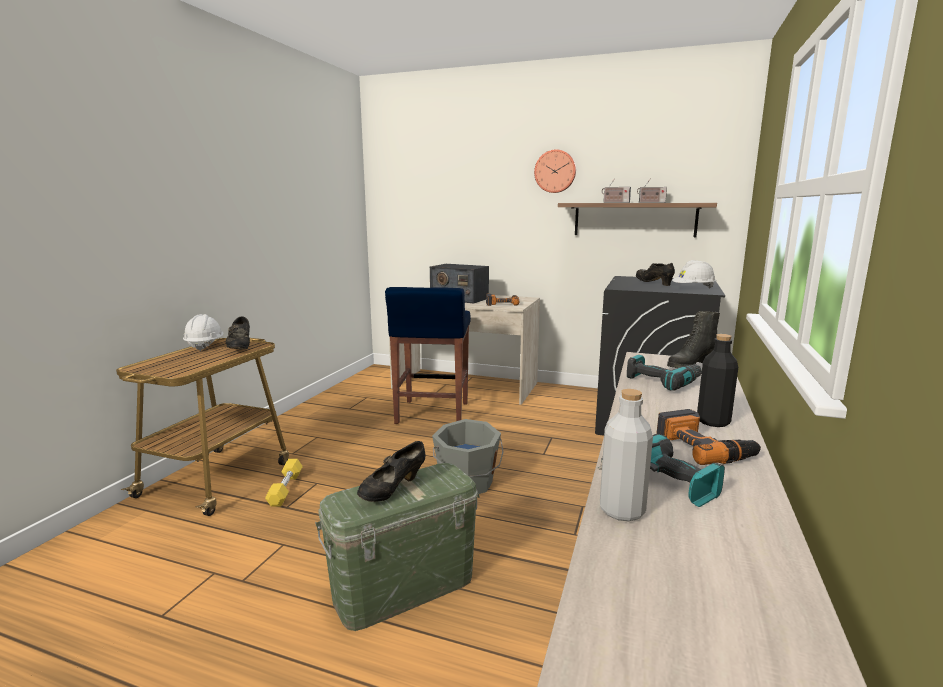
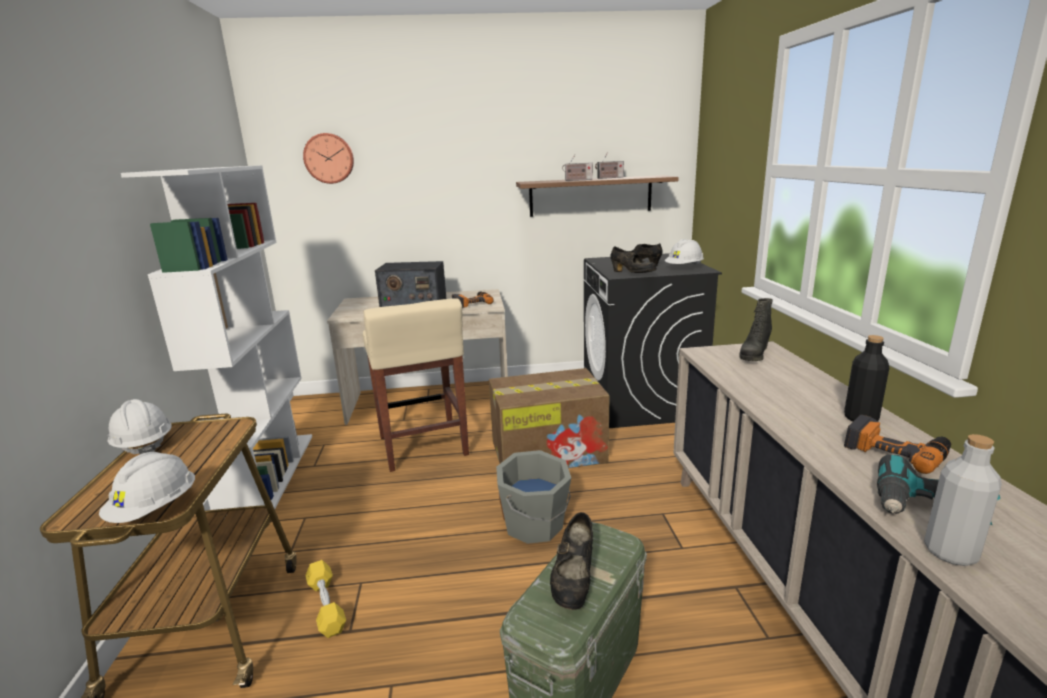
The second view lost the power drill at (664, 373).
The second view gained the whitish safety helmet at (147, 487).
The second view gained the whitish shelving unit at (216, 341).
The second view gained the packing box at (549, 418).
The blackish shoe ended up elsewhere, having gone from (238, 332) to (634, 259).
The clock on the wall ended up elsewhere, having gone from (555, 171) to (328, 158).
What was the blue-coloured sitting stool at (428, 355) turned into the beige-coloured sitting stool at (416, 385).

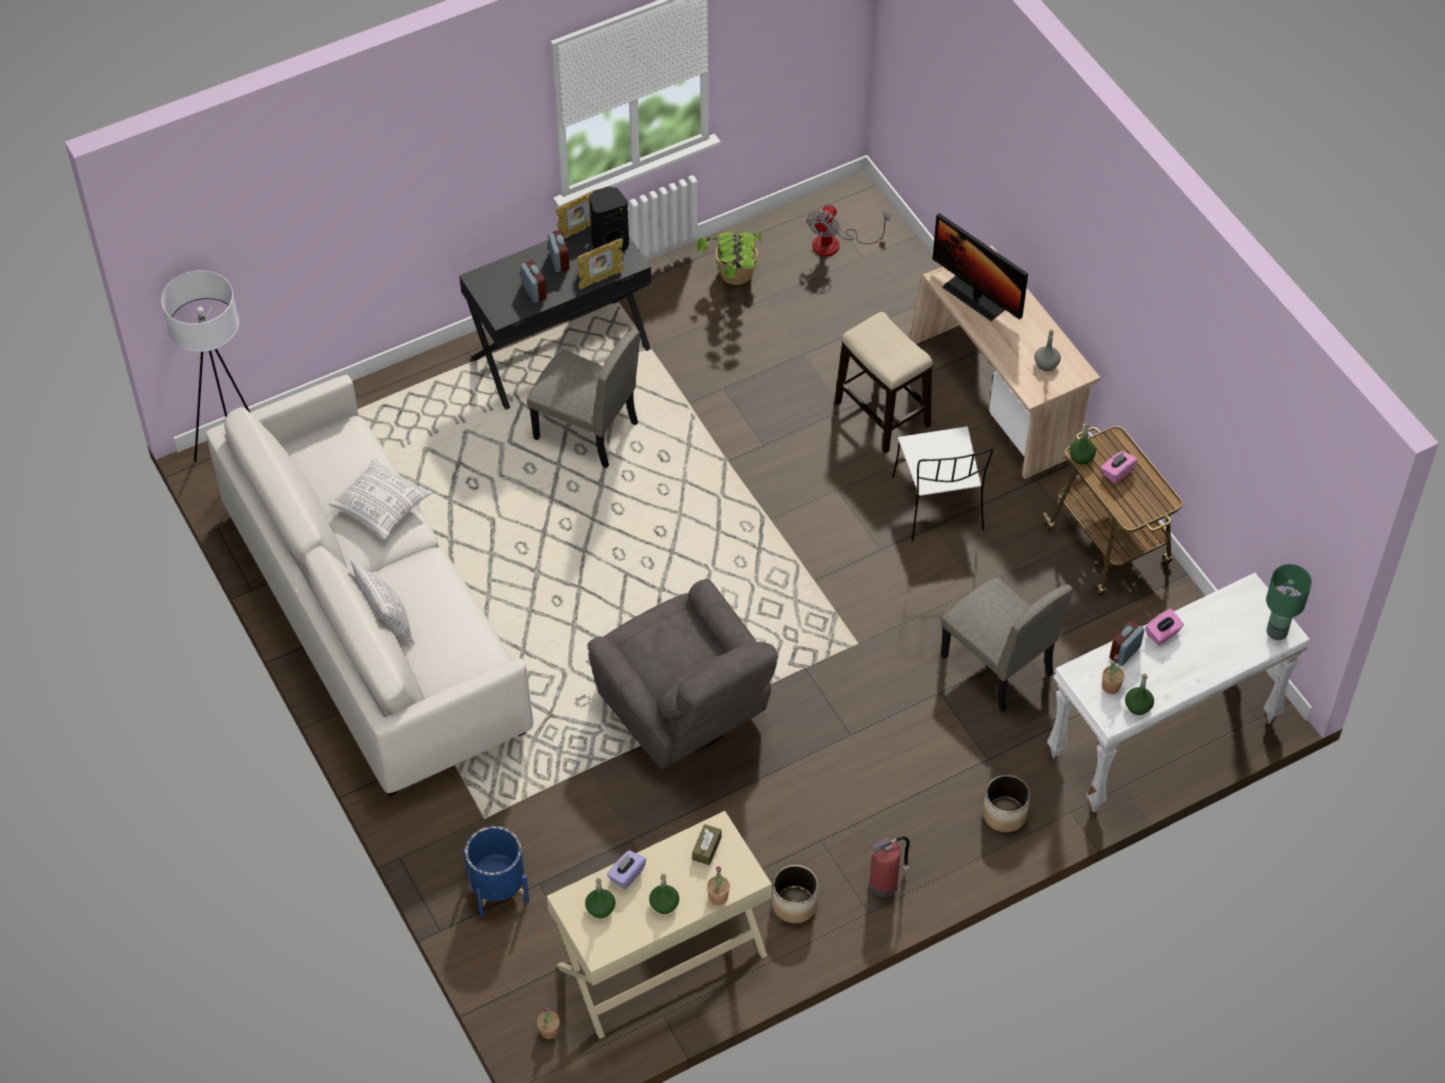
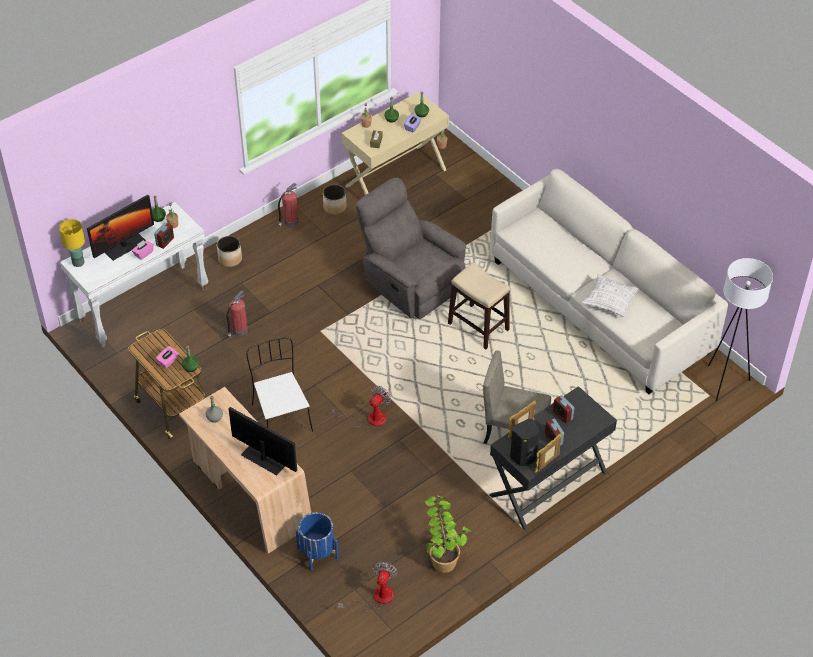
The second view lost the throw pillow at (383, 602).
The second view gained the computer screen at (120, 228).
The second view gained the cooling fan at (361, 407).
The blue-coloured planter ended up elsewhere, having gone from (496, 871) to (317, 541).
The sitting stool ended up elsewhere, having gone from (883, 382) to (479, 306).
Where the beige-coloured chair stood at (1007, 644), the fire extinguisher came to stand at (237, 314).
What was the green lamp for a table at (1289, 602) turned into the yellowish lamp for a table at (72, 243).

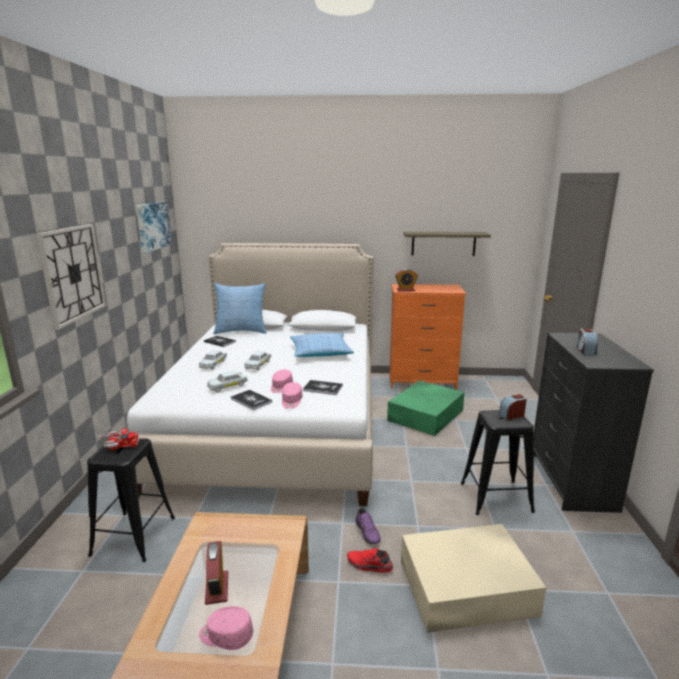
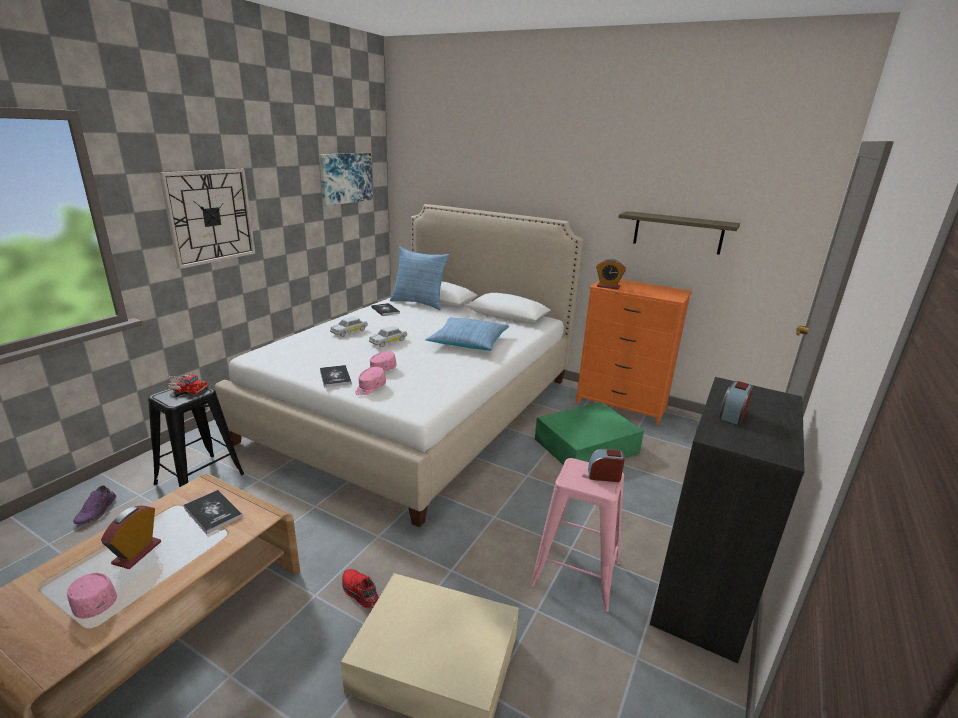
The second view lost the whitish miniature car at (227, 381).
The bound book ended up elsewhere, having gone from (323, 387) to (213, 512).
The purple shoe ended up elsewhere, having gone from (368, 526) to (94, 504).
What was the blackish sitting stool at (498, 462) turned into the pink-coloured sitting stool at (577, 535).

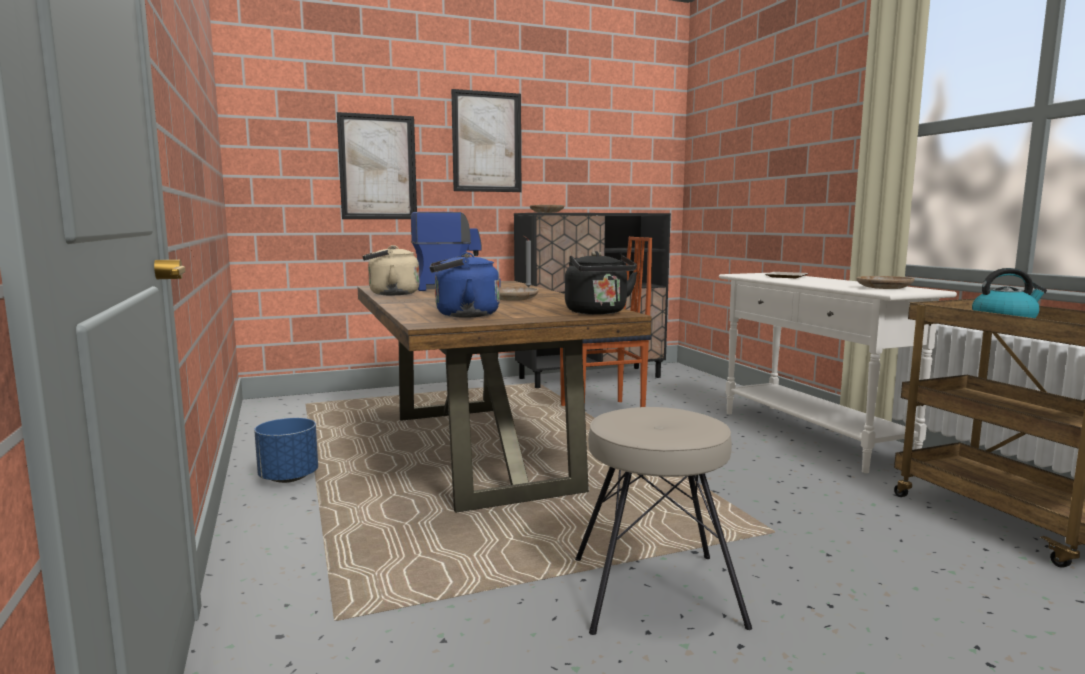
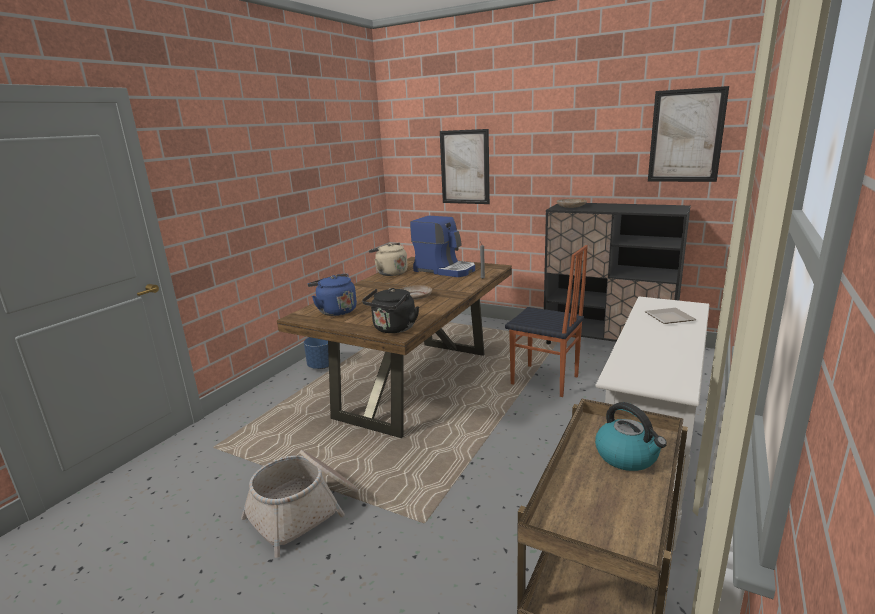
The second view lost the beige-coloured dinner plate at (885, 282).
The wall art ended up elsewhere, having gone from (486, 140) to (688, 134).
Where the beige-coloured sitting stool stood at (663, 521), the storage basket came to stand at (299, 504).

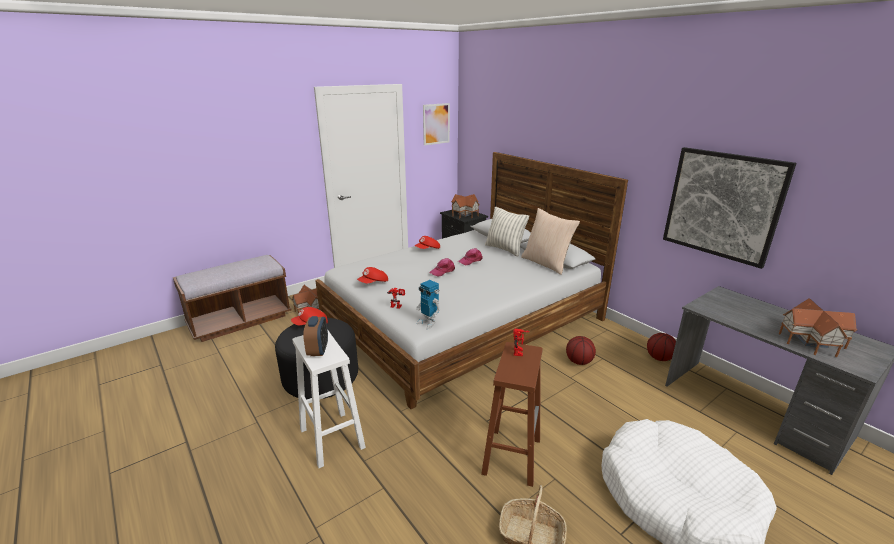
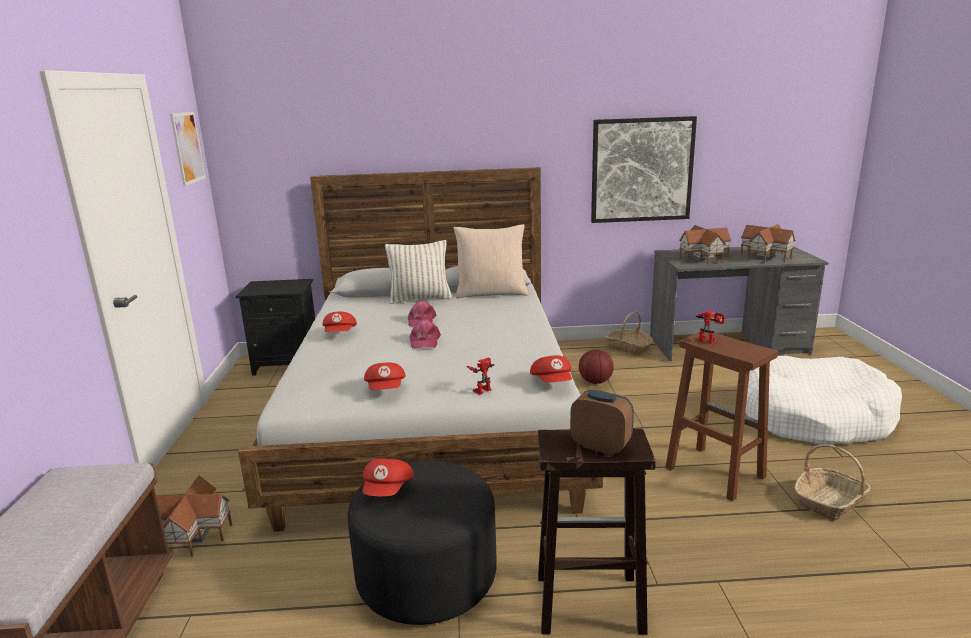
The miniature house ended up elsewhere, having gone from (465, 206) to (705, 245).
Where the robot figure stood at (428, 305), the red-coloured cap came to stand at (551, 369).
Where the ball for basketball stood at (661, 347), the storage basket came to stand at (629, 333).
What was the whitish sitting stool at (329, 398) turned into the brown-coloured sitting stool at (597, 532).

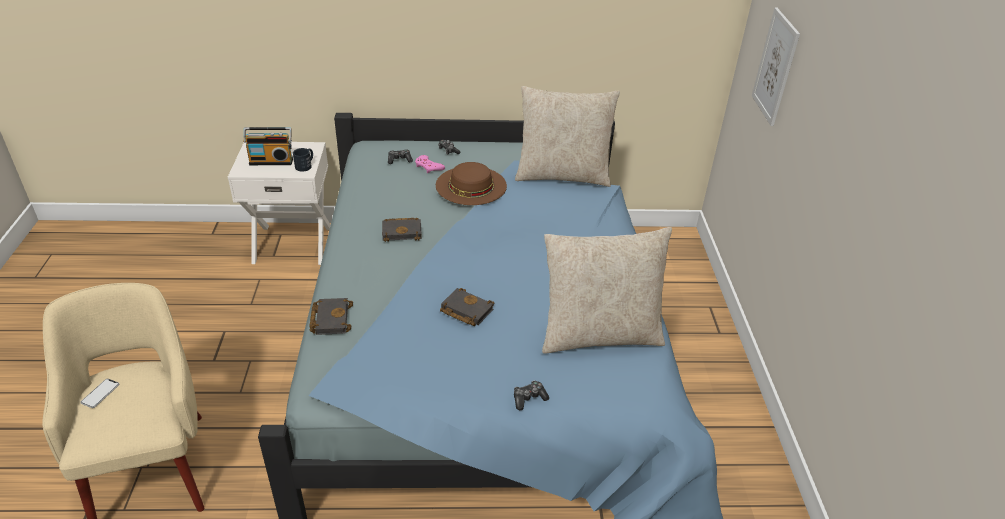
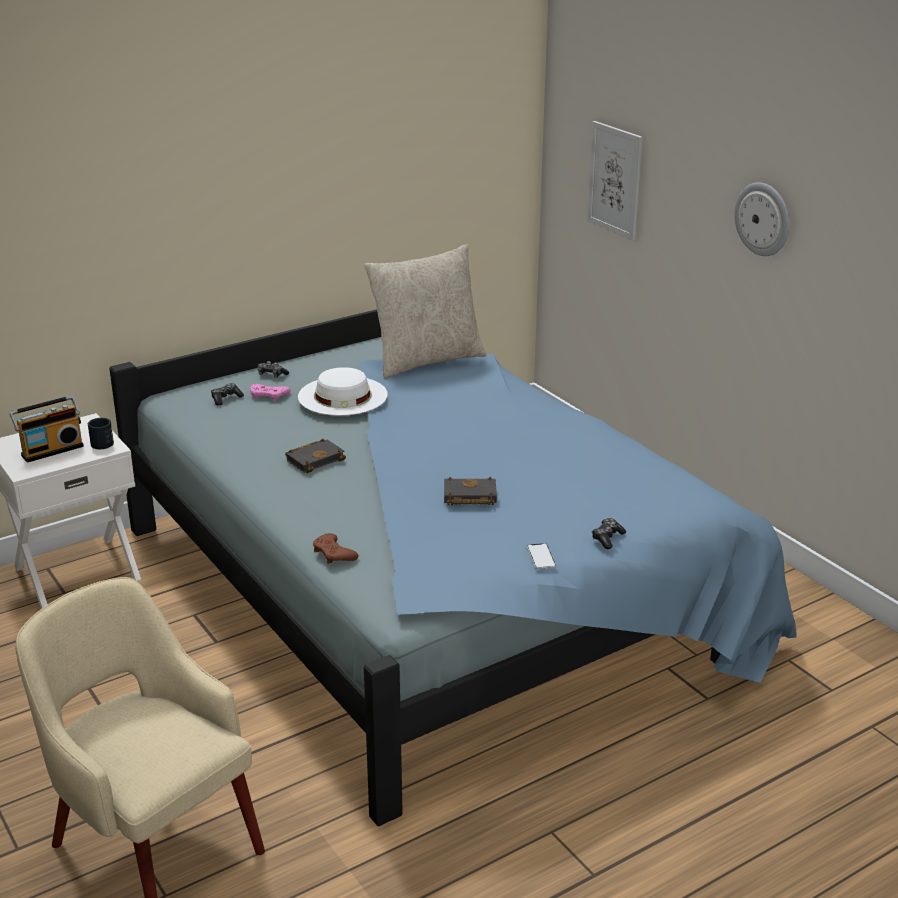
The second view lost the beige-coloured throw pillow at (607, 290).
The second view gained the clock on the wall at (761, 219).
The phone ended up elsewhere, having gone from (100, 393) to (541, 556).
Where the blackish bound book stood at (331, 316), the brown-coloured game controller came to stand at (336, 548).
What was the brown-coloured wearable hat at (471, 183) turned into the whitish wearable hat at (343, 391).

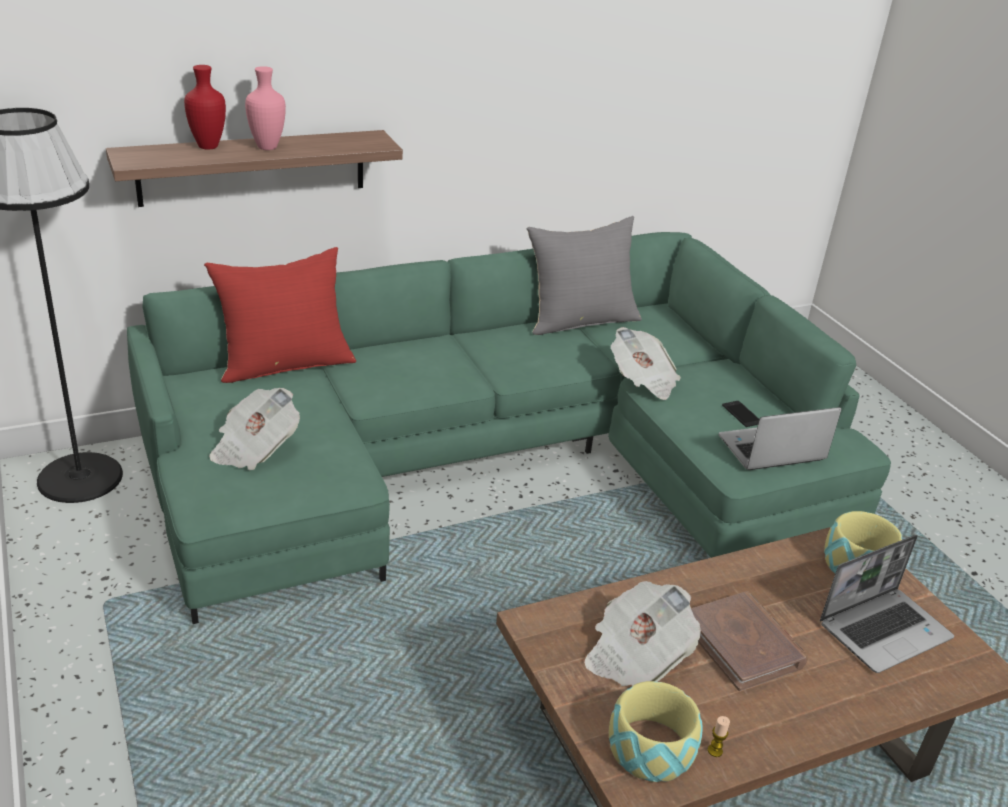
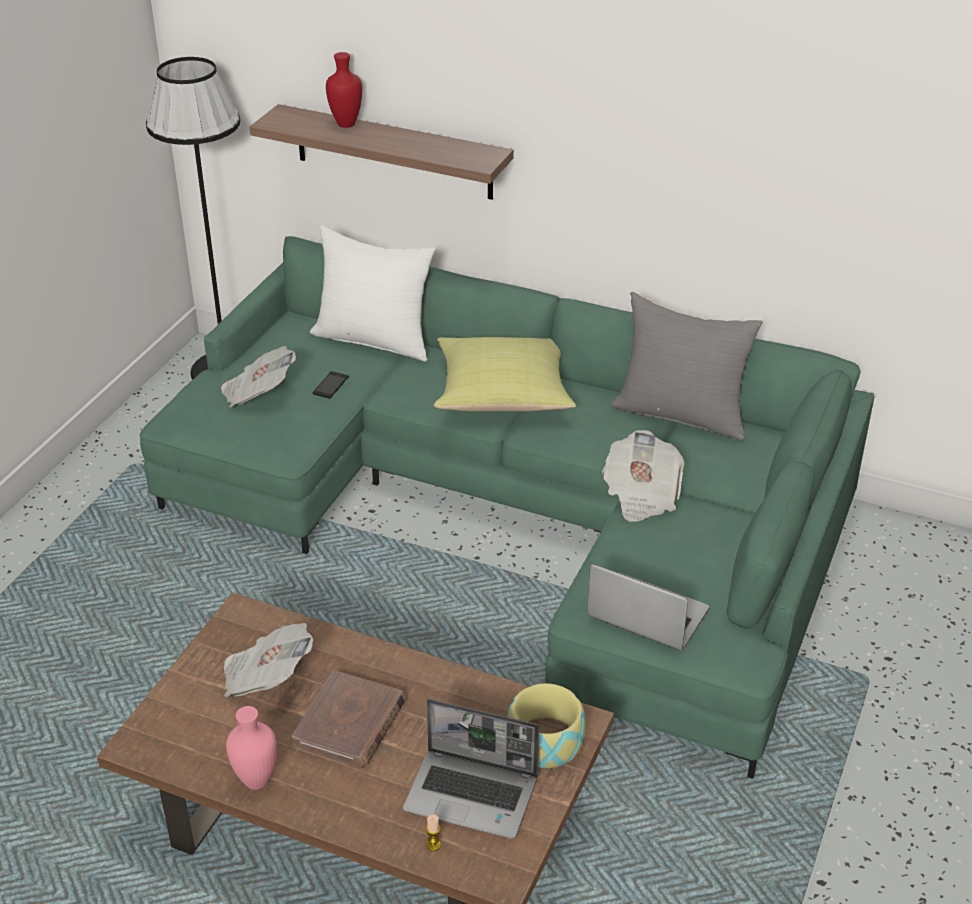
The second view lost the serving bowl at (656, 731).
The second view gained the yellowish throw pillow at (505, 374).
The pink-coloured vase ended up elsewhere, having gone from (265, 108) to (251, 748).
The wax candle ended up elsewhere, having gone from (719, 736) to (433, 832).
The phone ended up elsewhere, having gone from (740, 414) to (331, 385).
What was the red-coloured throw pillow at (280, 315) turned into the whitish throw pillow at (373, 293).

